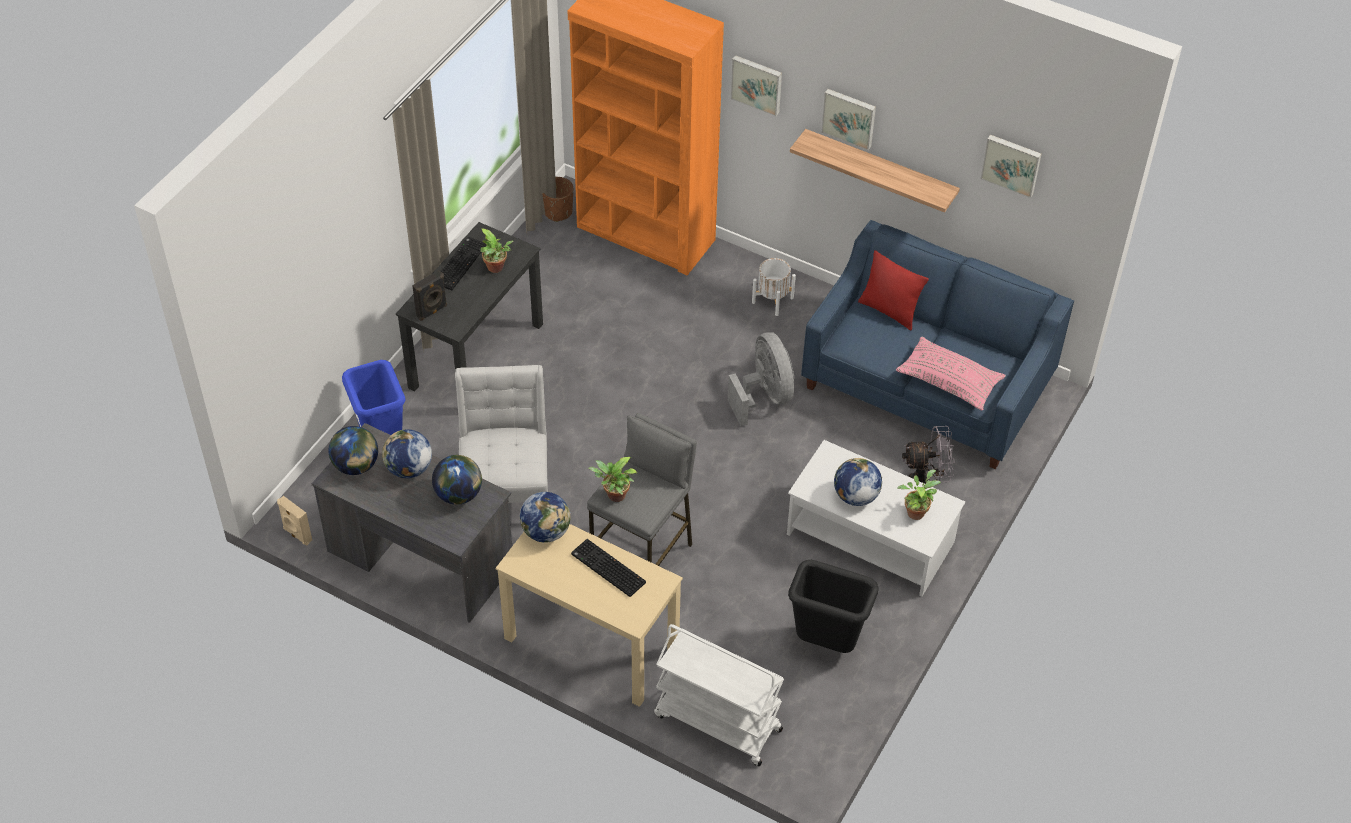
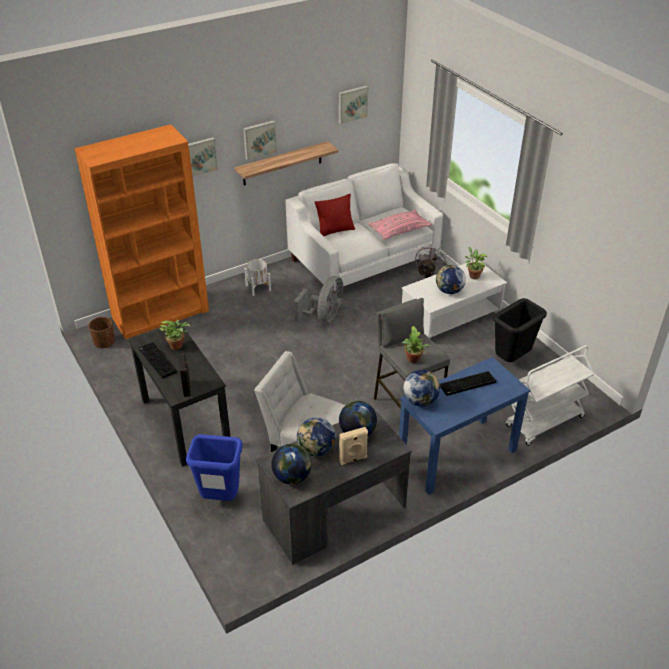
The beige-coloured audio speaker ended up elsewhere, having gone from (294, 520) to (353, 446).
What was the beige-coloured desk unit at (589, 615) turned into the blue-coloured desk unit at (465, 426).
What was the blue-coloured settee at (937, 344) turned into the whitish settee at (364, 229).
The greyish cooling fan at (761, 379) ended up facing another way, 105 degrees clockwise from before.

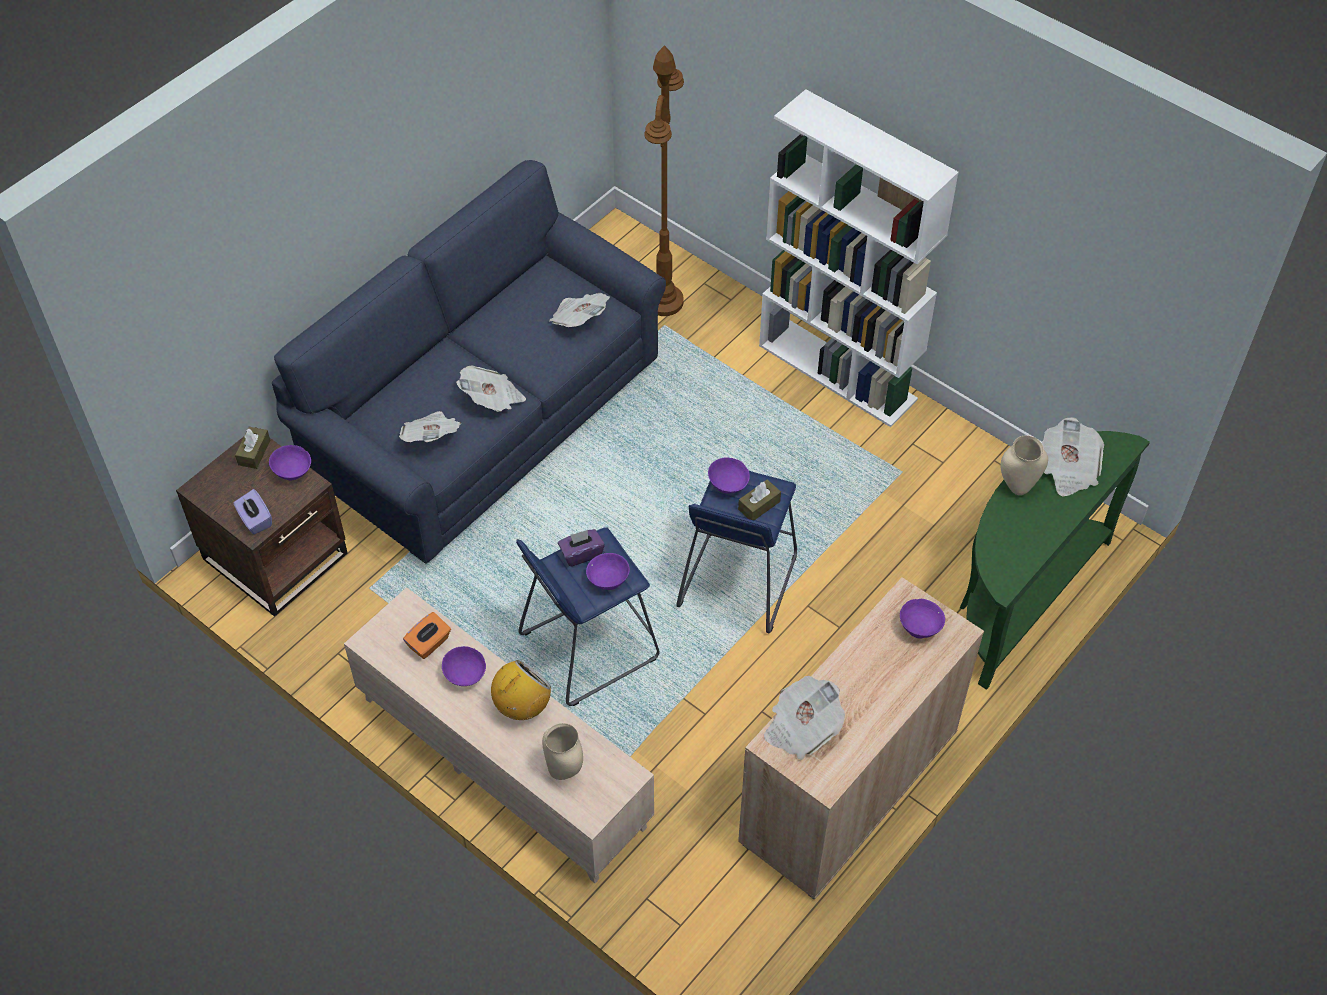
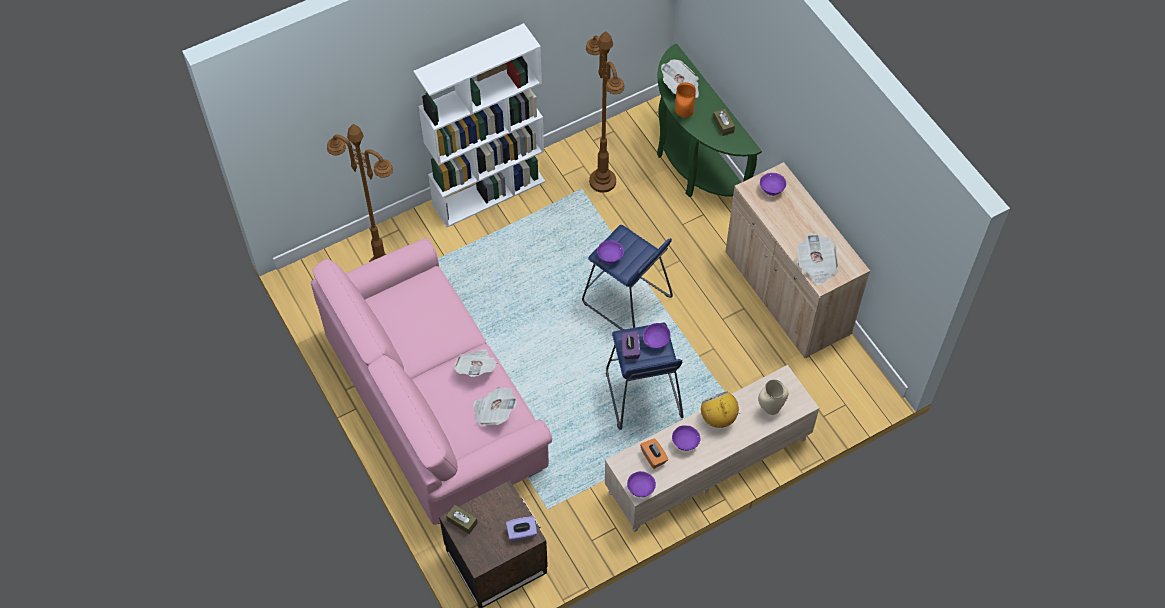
The second view lost the printed paper at (579, 310).
The second view gained the brown-coloured floor lamp at (605, 112).
The purple serving bowl ended up elsewhere, having gone from (290, 462) to (641, 484).
The brown-coloured tissue box ended up elsewhere, having gone from (759, 500) to (724, 122).
What was the blue-coloured settee at (469, 362) turned into the pink-coloured settee at (431, 381).
What was the beige-coloured vase at (1024, 465) turned into the orange vase at (685, 100).

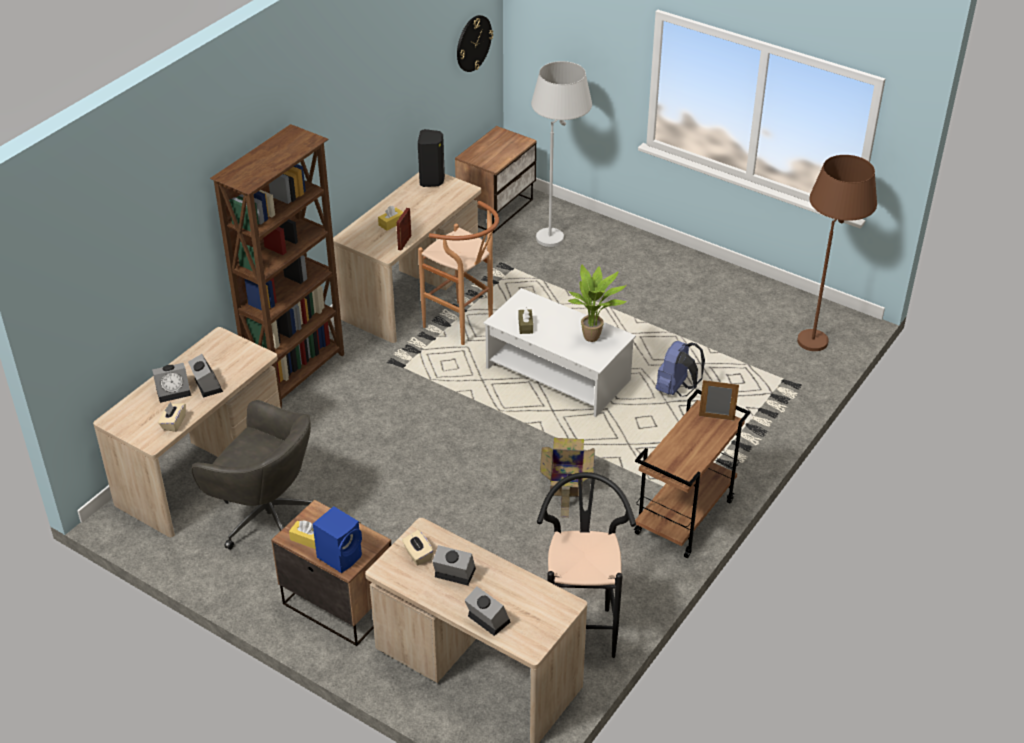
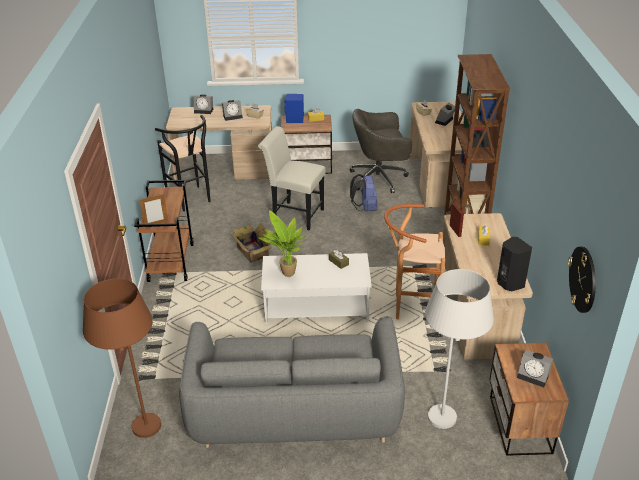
The second view gained the greyish settee at (292, 382).
The second view gained the whitish chair at (292, 178).
The alarm clock ended up elsewhere, having gone from (205, 376) to (535, 369).
The blue-coloured backpack ended up elsewhere, having gone from (680, 369) to (364, 192).

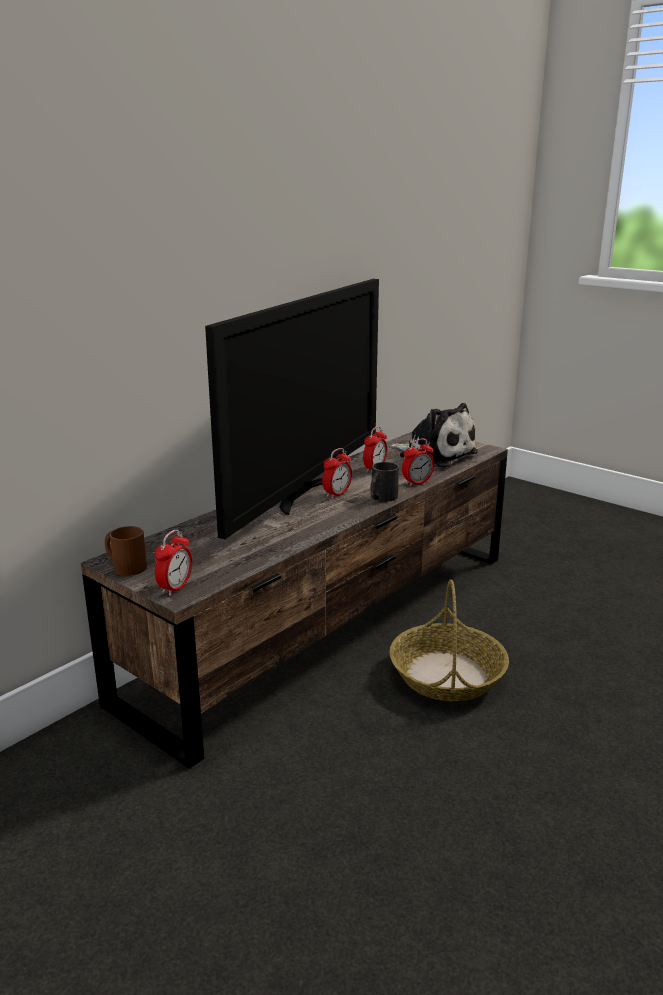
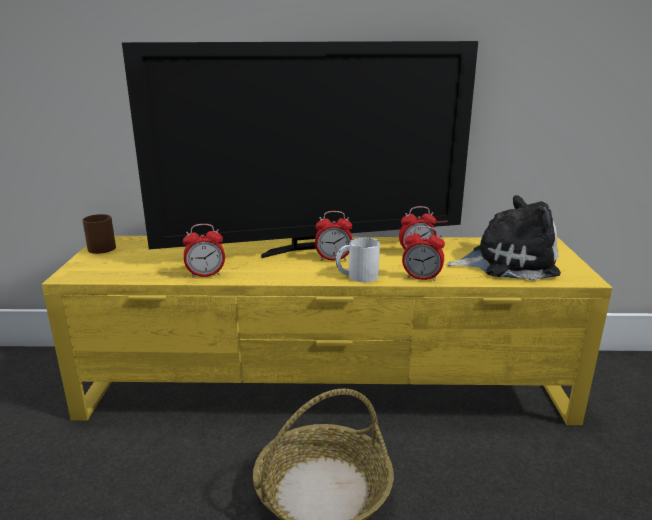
The alarm clock ended up elsewhere, having gone from (173, 563) to (204, 251).
What was the brown-coloured tv stand at (294, 600) turned into the yellowish tv stand at (326, 330).
What was the blackish coffee mug at (384, 482) turned into the whitish coffee mug at (358, 259).
The plush toy at (433, 435) ended up facing another way, 90 degrees counterclockwise from before.

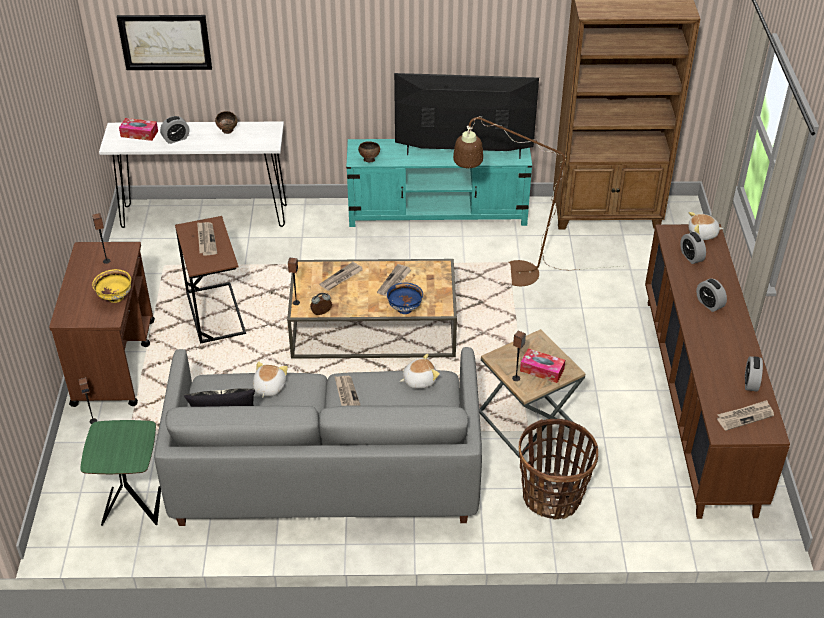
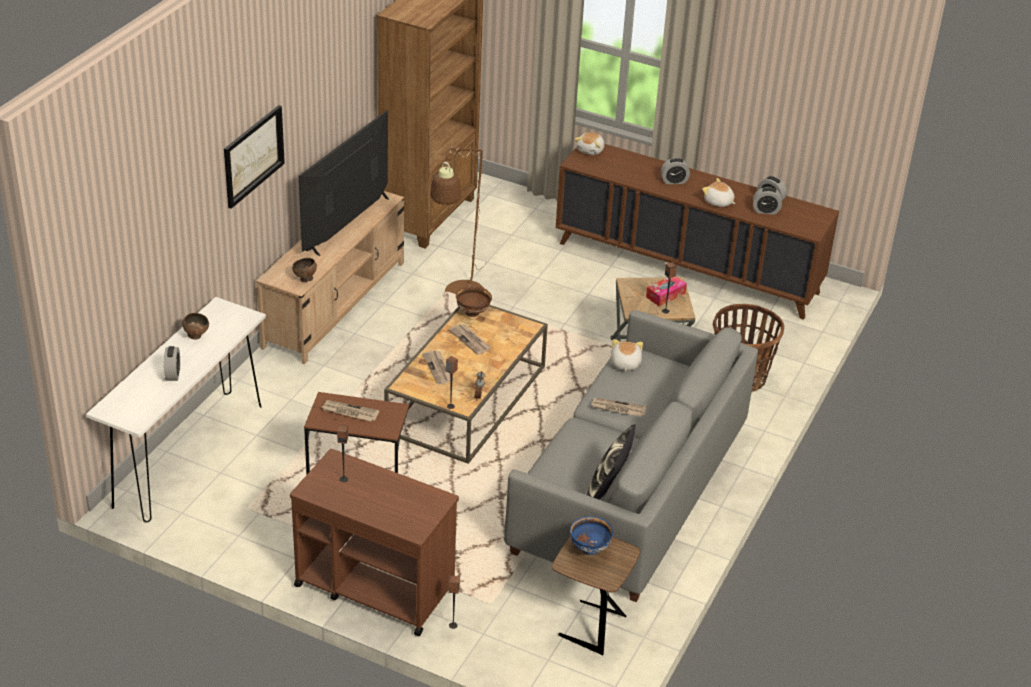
The second view lost the yellowish serving bowl at (111, 286).
The second view lost the tissue box at (138, 129).
The second view lost the printed paper at (745, 415).
The second view gained the brown-coloured serving bowl at (474, 301).
The wall art ended up elsewhere, having gone from (164, 42) to (254, 157).
The plush toy ended up elsewhere, having gone from (270, 379) to (718, 192).
The blue-coloured serving bowl ended up elsewhere, having gone from (405, 298) to (591, 535).
The alarm clock ended up elsewhere, having gone from (693, 248) to (767, 201).
What was the green side table at (120, 473) turned into the brown-coloured side table at (596, 595).
What was the blue-green tv stand at (439, 183) turned into the beige-coloured tv stand at (330, 277).

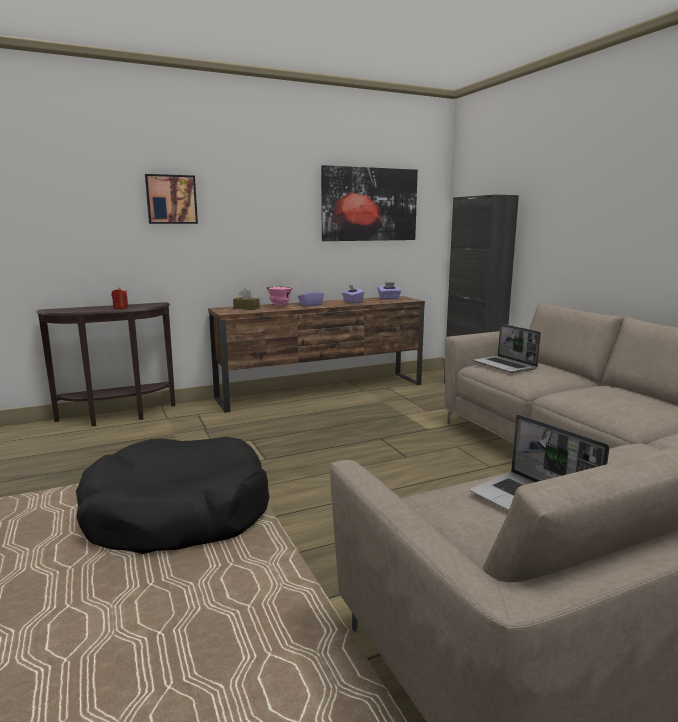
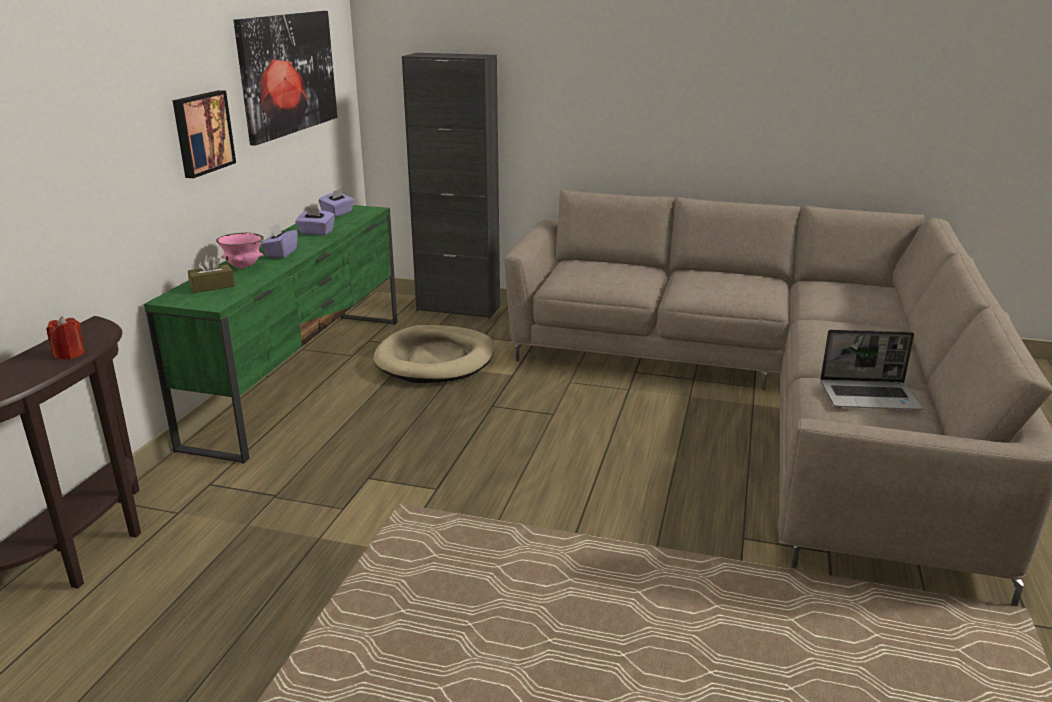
The second view lost the blackish dog cushion at (173, 495).
The second view lost the laptop at (507, 348).
The second view gained the beige-coloured dog cushion at (433, 354).
The wall art ended up elsewhere, having gone from (171, 199) to (204, 134).
What was the brown-coloured tv stand at (316, 354) turned into the green tv stand at (271, 334).

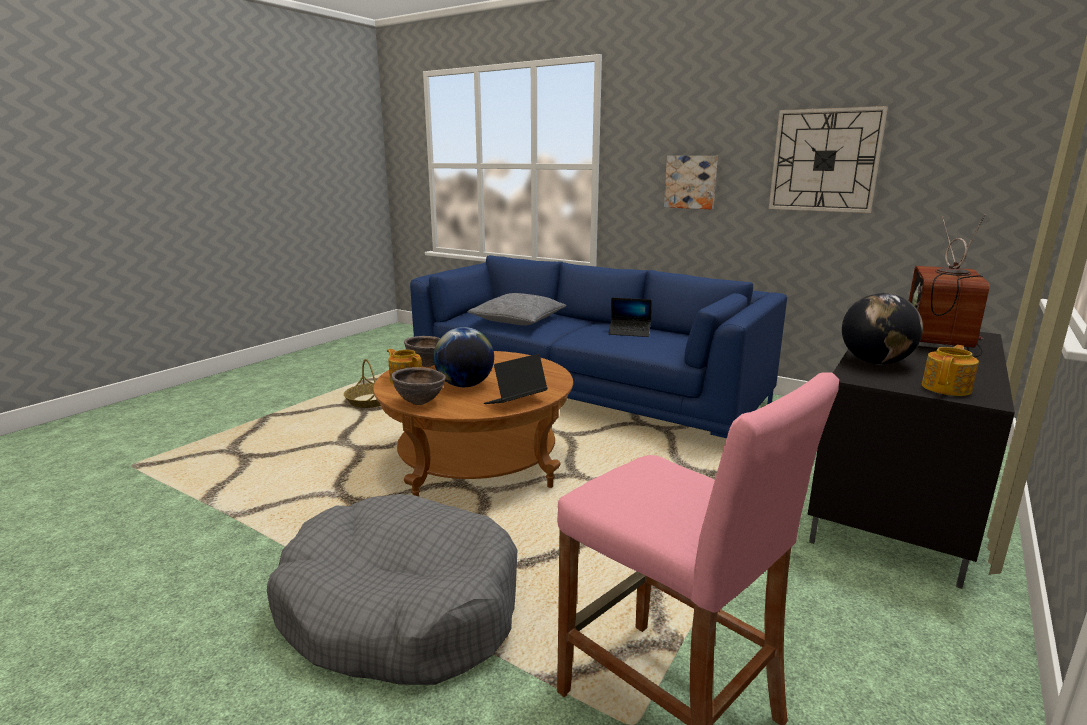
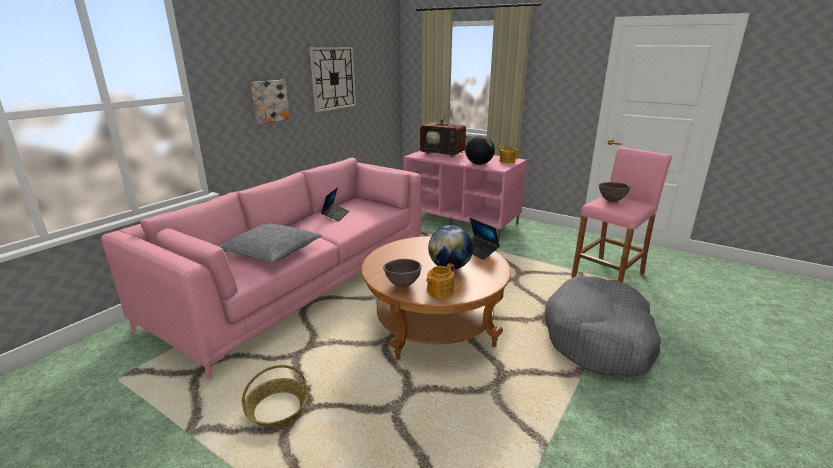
The brown-coloured serving bowl ended up elsewhere, having gone from (418, 386) to (614, 192).
What was the blue-coloured settee at (598, 346) turned into the pink-coloured settee at (261, 269).
What was the blackish tv stand at (911, 460) turned into the pink-coloured tv stand at (465, 196).

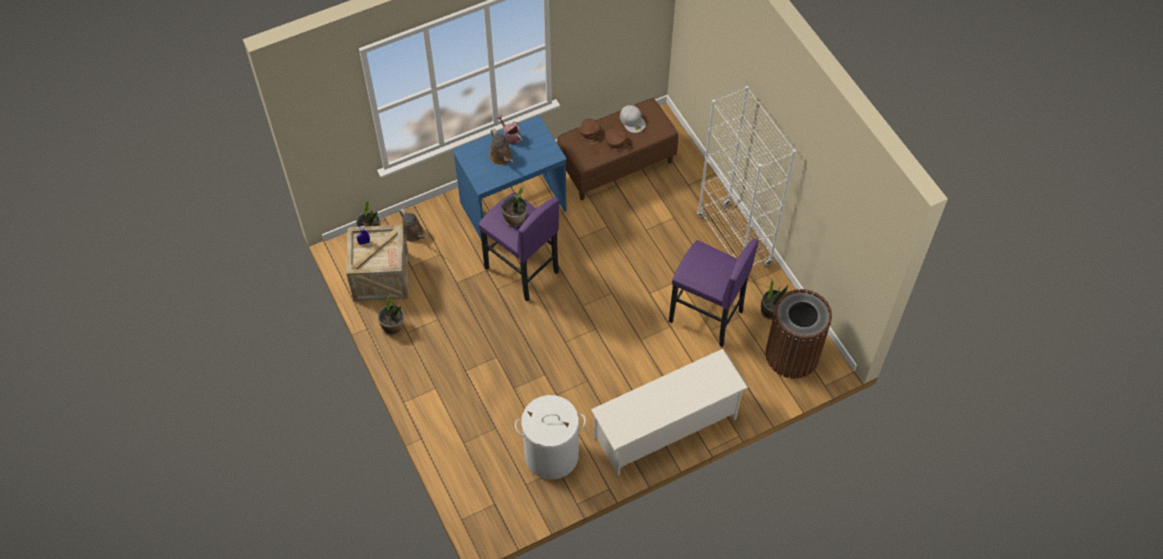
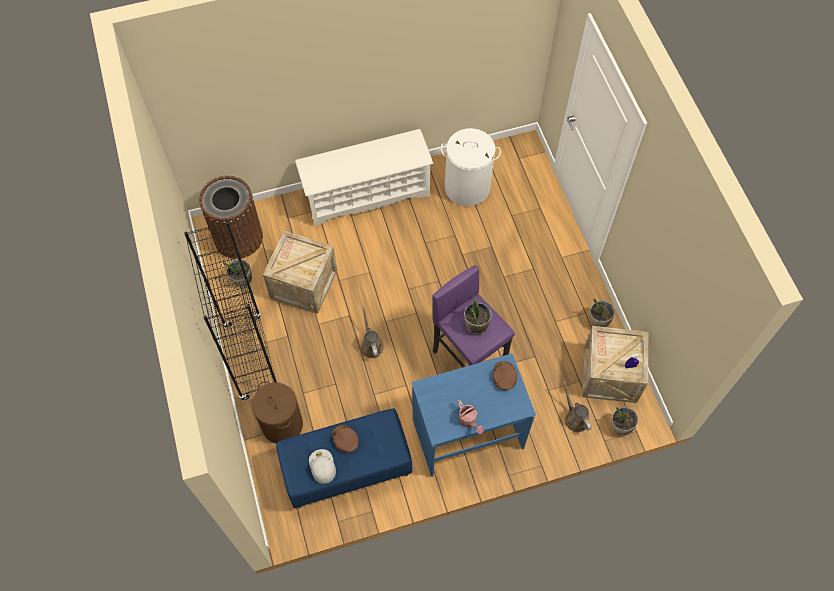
The second view gained the brown-coloured laundry basket at (277, 412).
The brown-coloured watering can ended up elsewhere, having gone from (501, 146) to (372, 332).
The brown-coloured cap ended up elsewhere, having gone from (590, 131) to (505, 375).
Where the purple sitting stool stood at (714, 293), the shipping crate came to stand at (300, 272).
What was the brown-coloured bench at (617, 149) turned into the blue-coloured bench at (344, 458).
What was the whitish shelving unit at (746, 176) turned into the blackish shelving unit at (230, 310).

